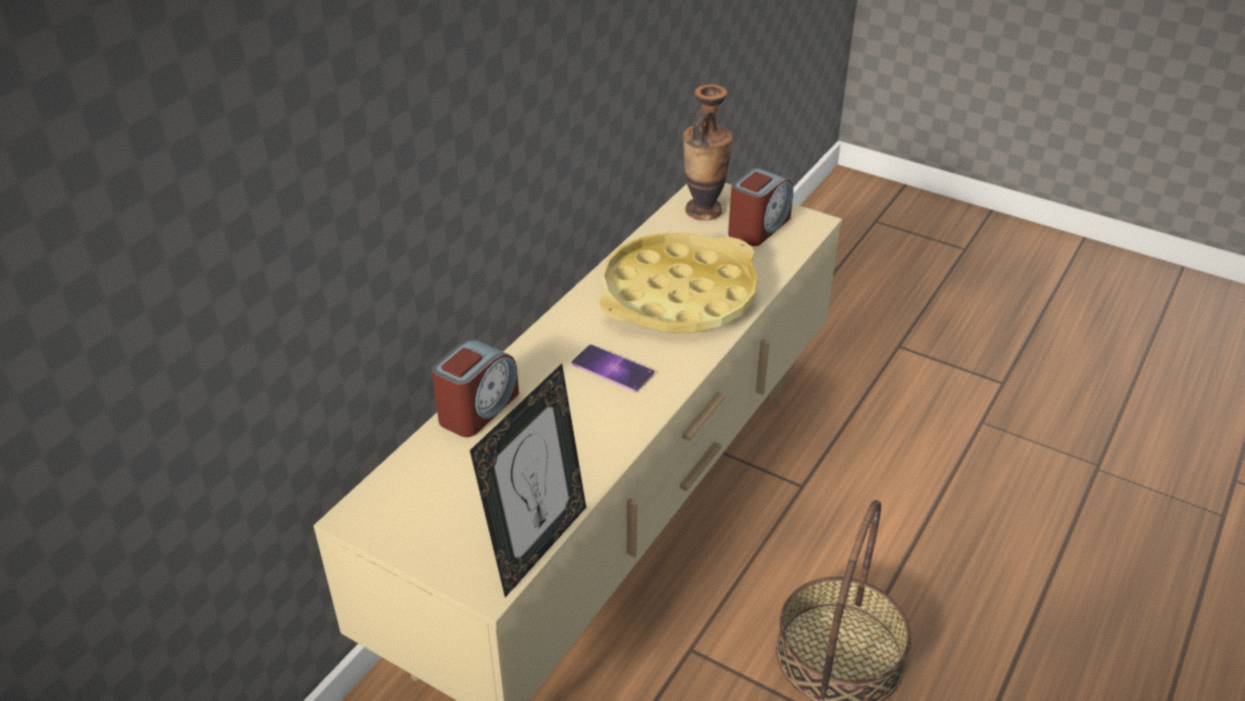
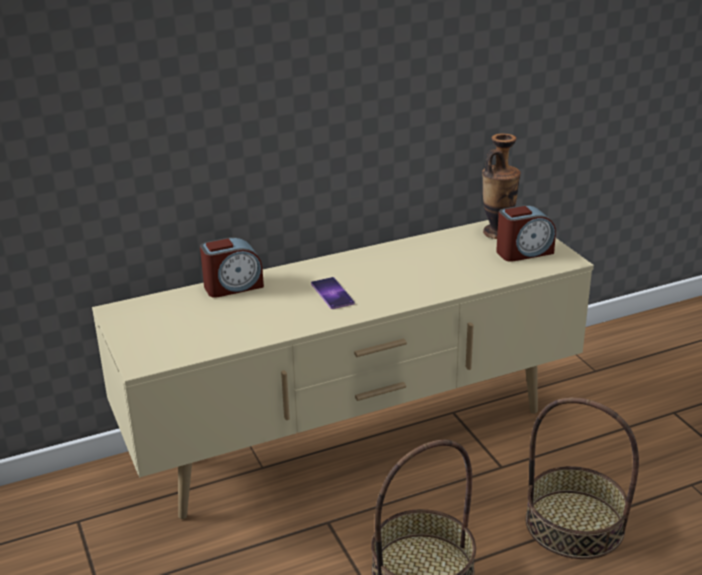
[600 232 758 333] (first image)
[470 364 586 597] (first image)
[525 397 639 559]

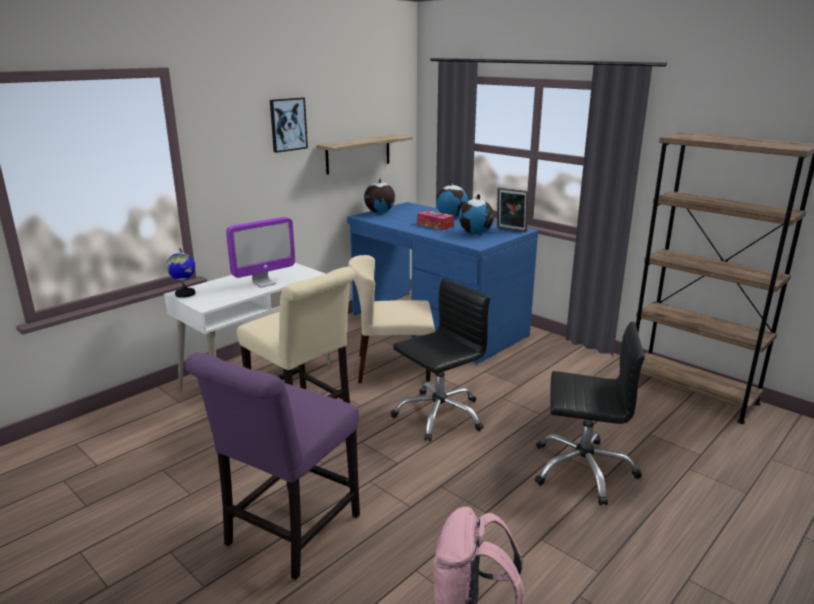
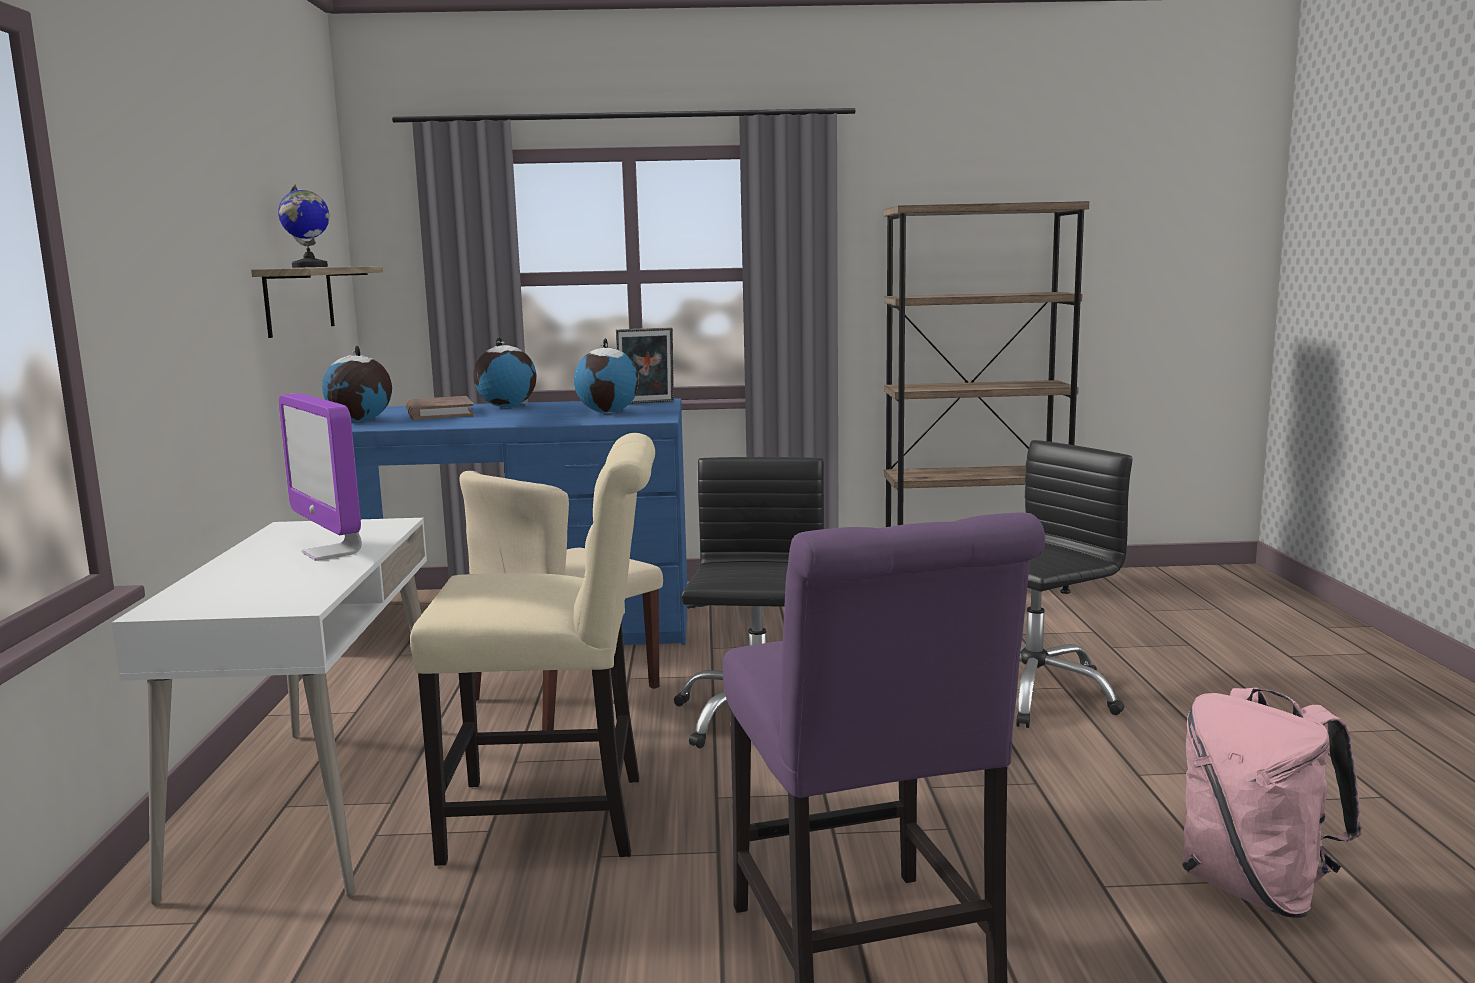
[270 97 308 153] (first image)
[417 210 454 230] (first image)
[279 393 362 561]
[278 184 329 268]
[406 396 474 420]

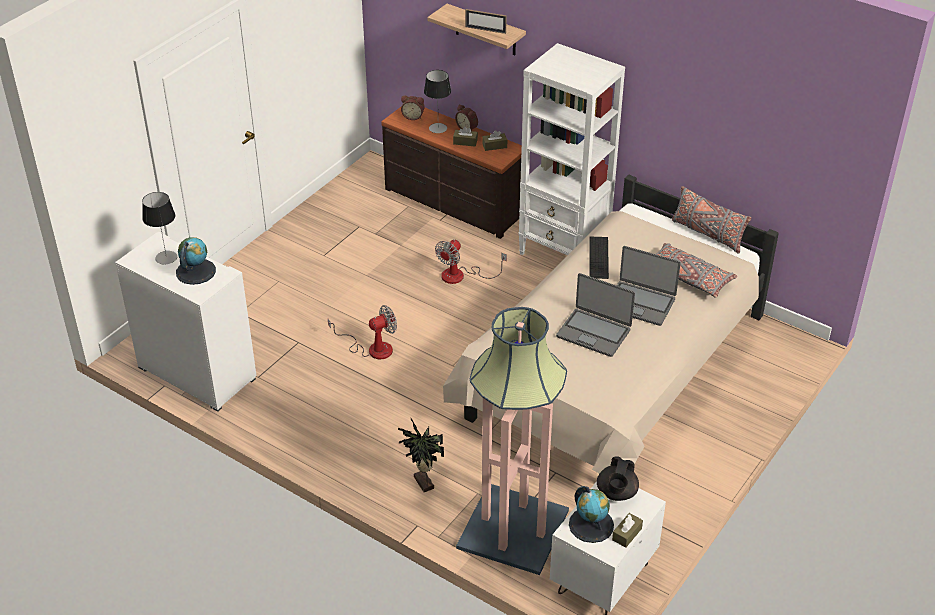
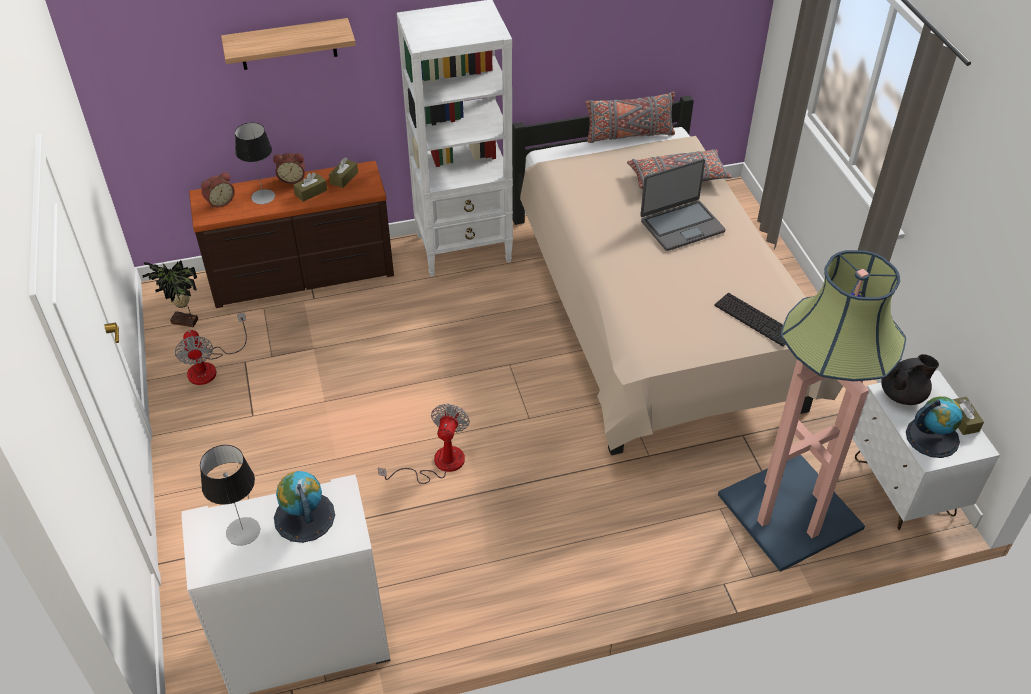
[465 9 507 34] (first image)
[714 293 786 346]
[175 313 247 385]
[556 273 635 357] (first image)
[142 260 198 327]
[881 354 939 405]

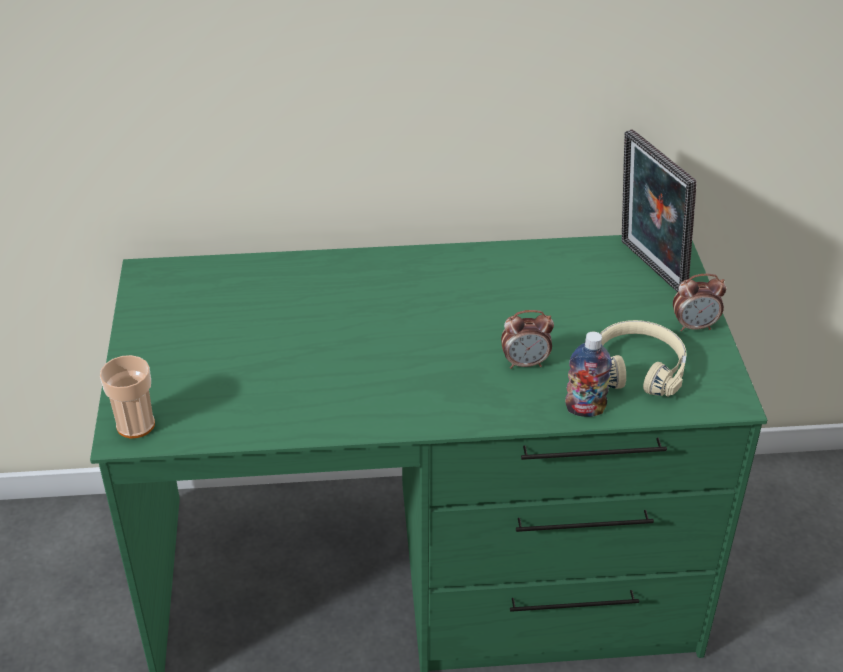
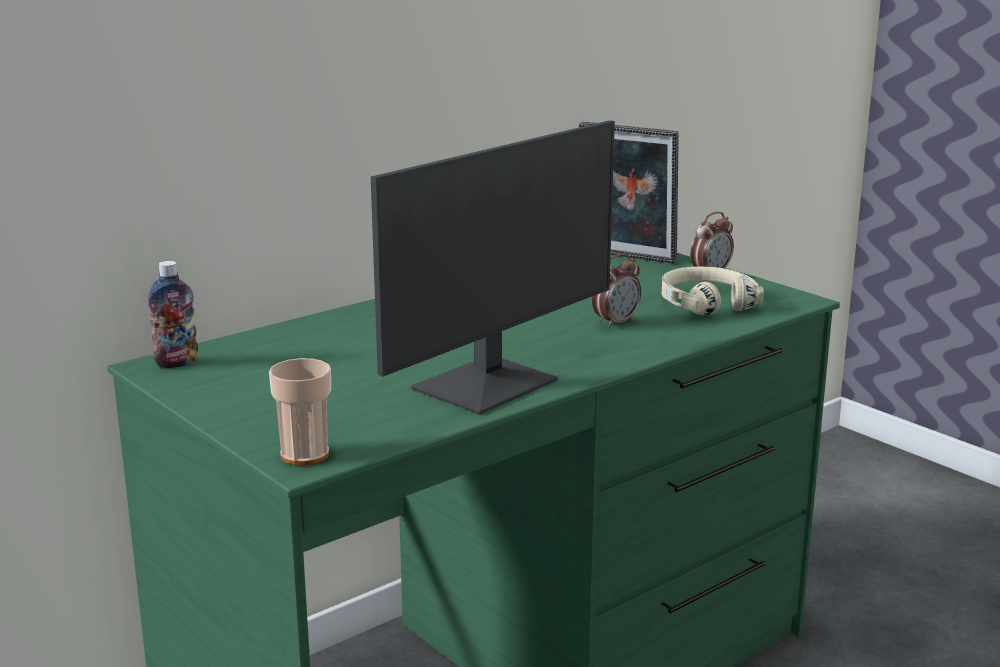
[148 261 198 368]
[371 120 615 415]

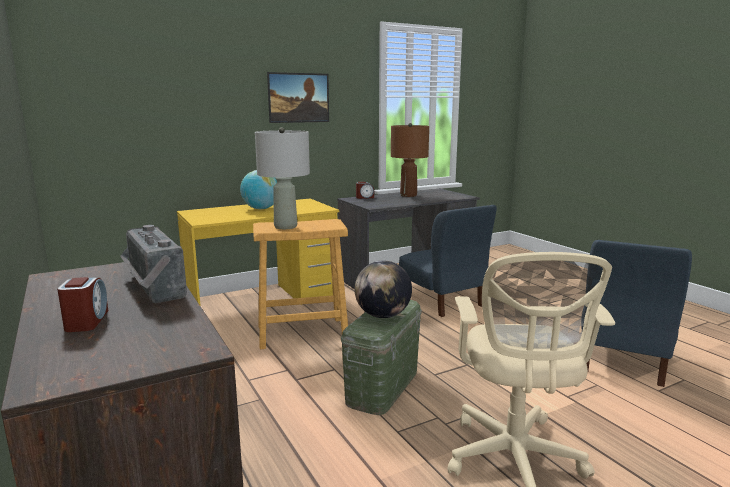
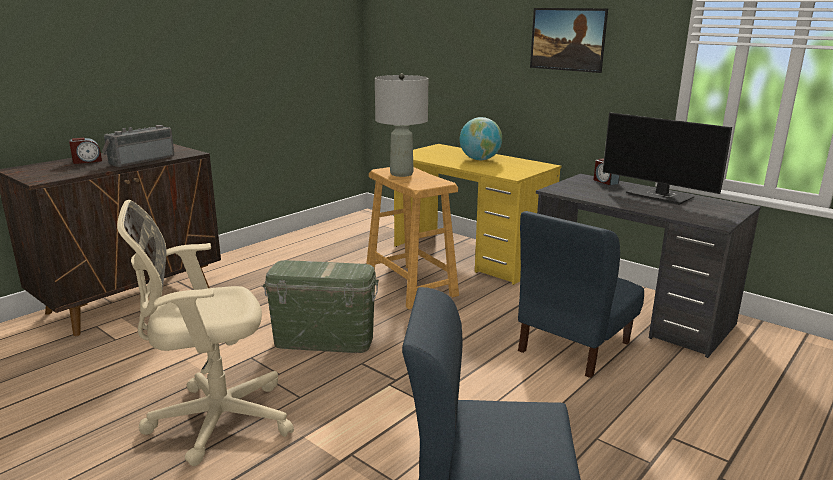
[603 112 732 205]
[355 261 412 318] (first image)

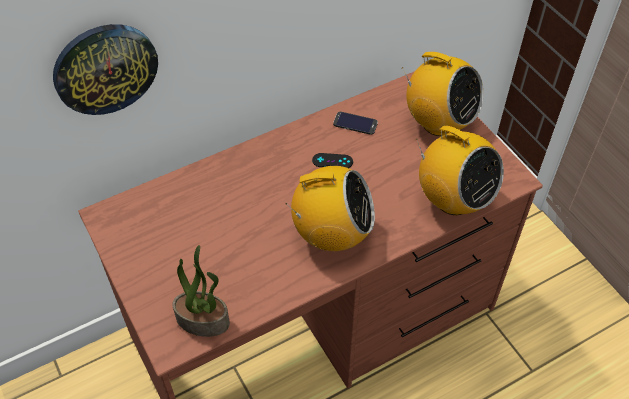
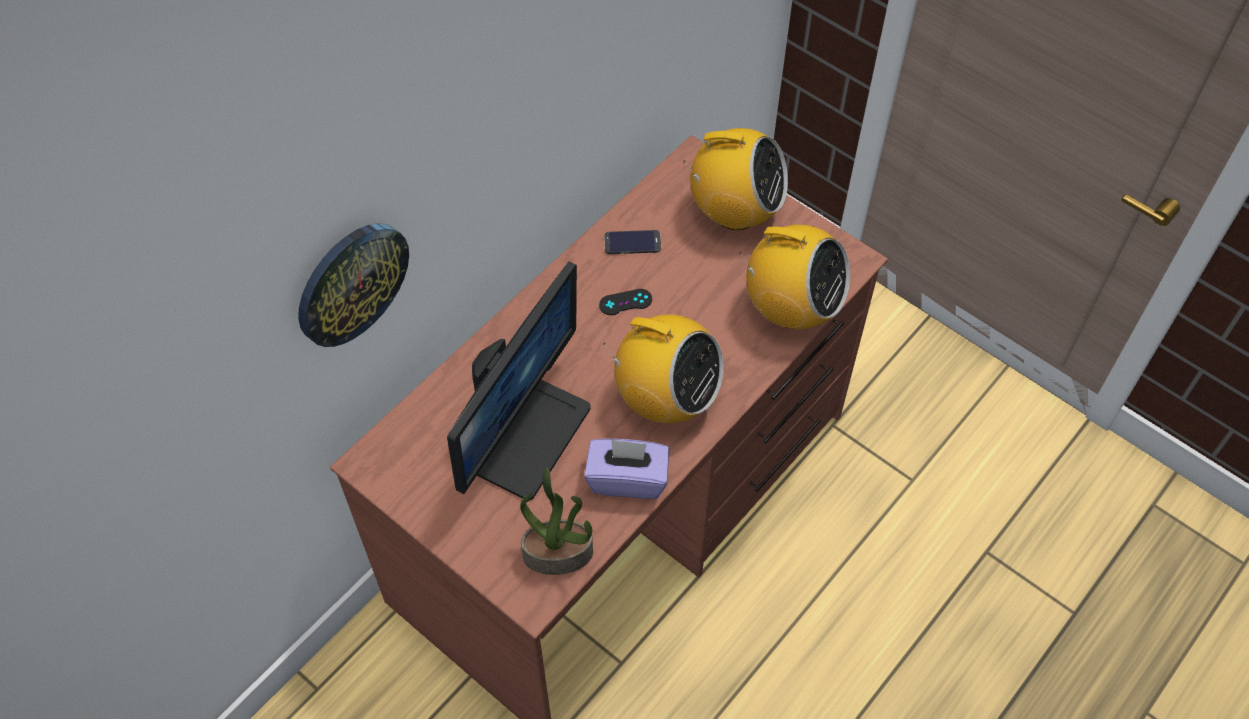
[603 314 724 423]
[447 262 591 500]
[584 439 670 499]

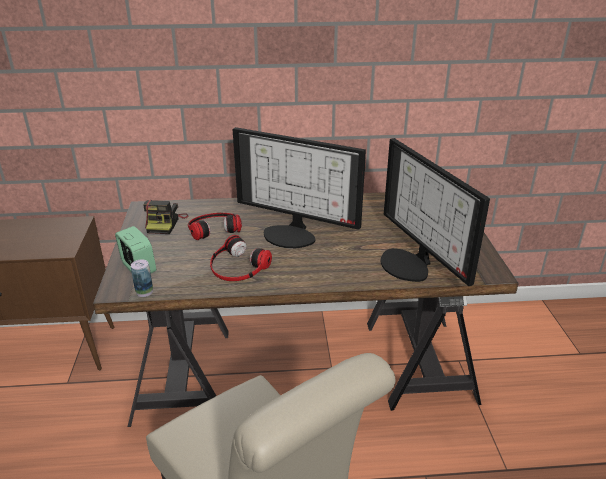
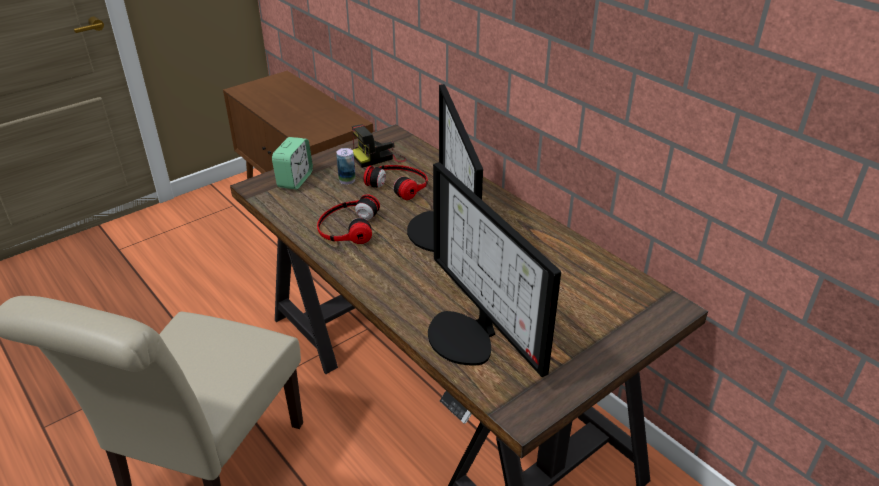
[428 162 561 377]
[336 148 356 184]

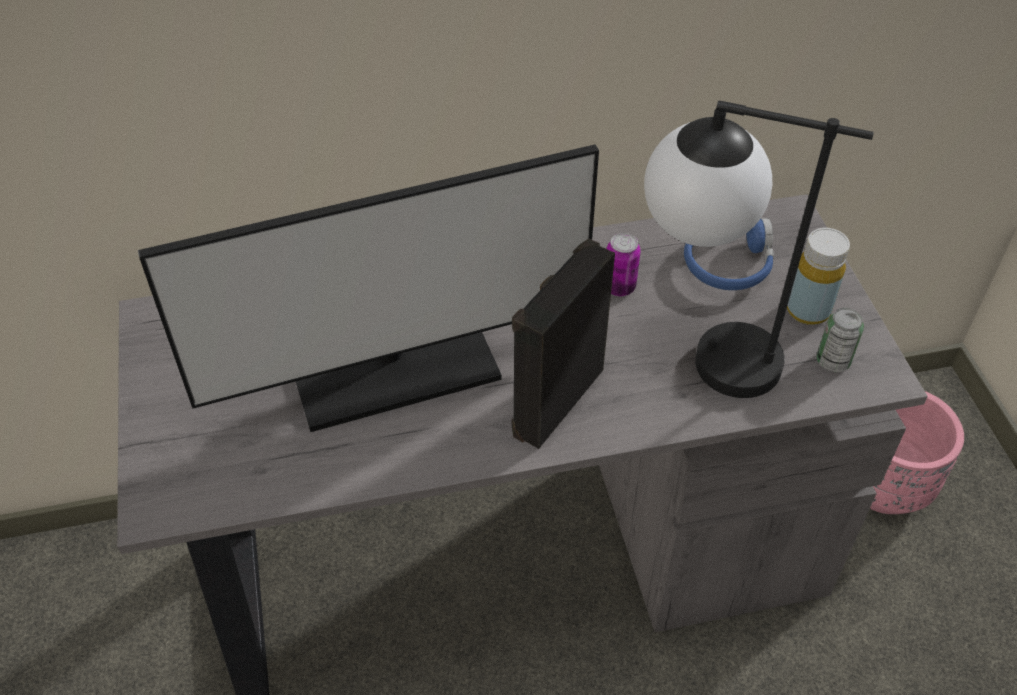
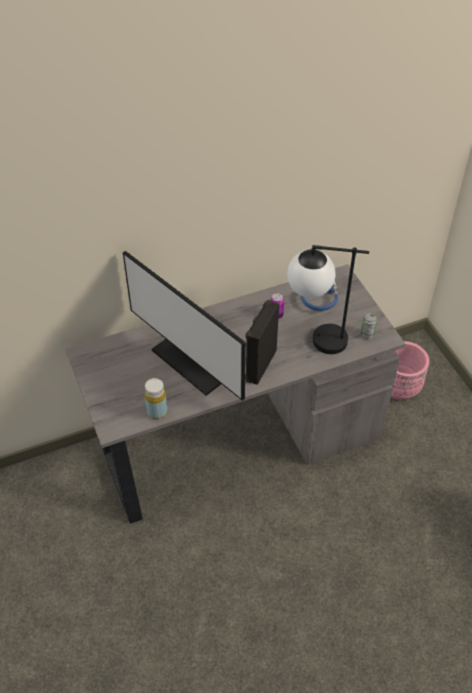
[123 251 246 401]
[145 378 167 419]

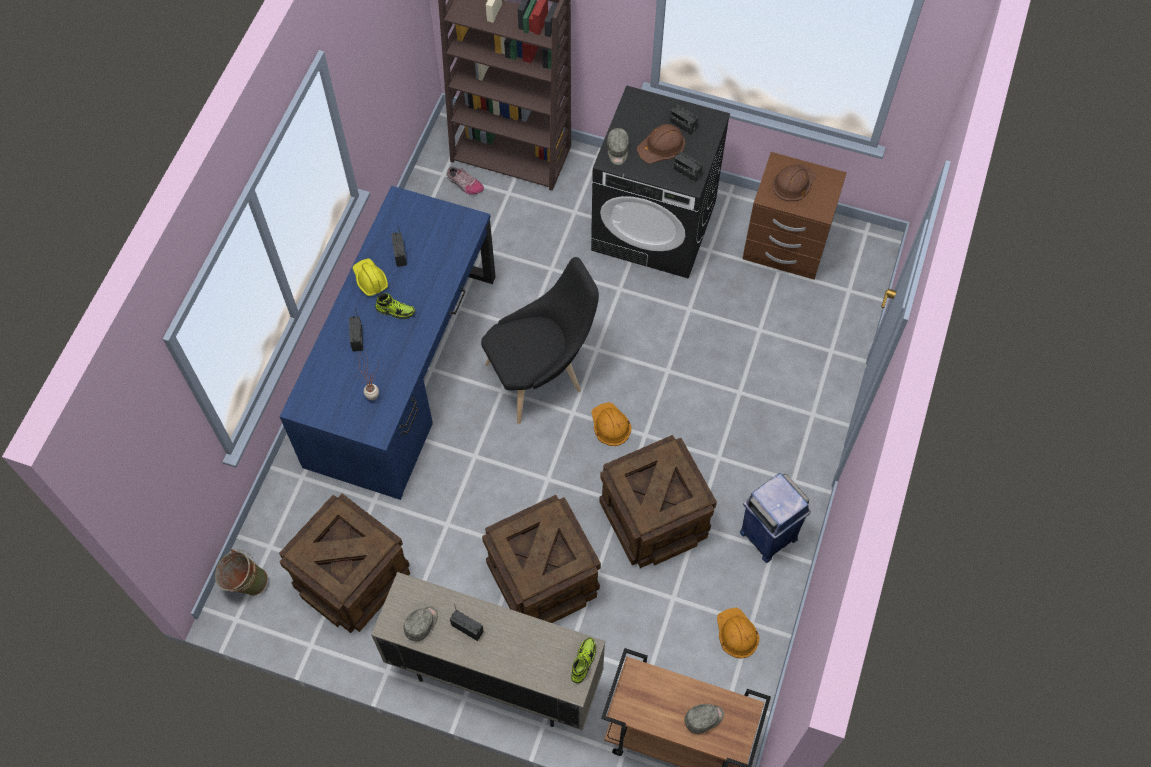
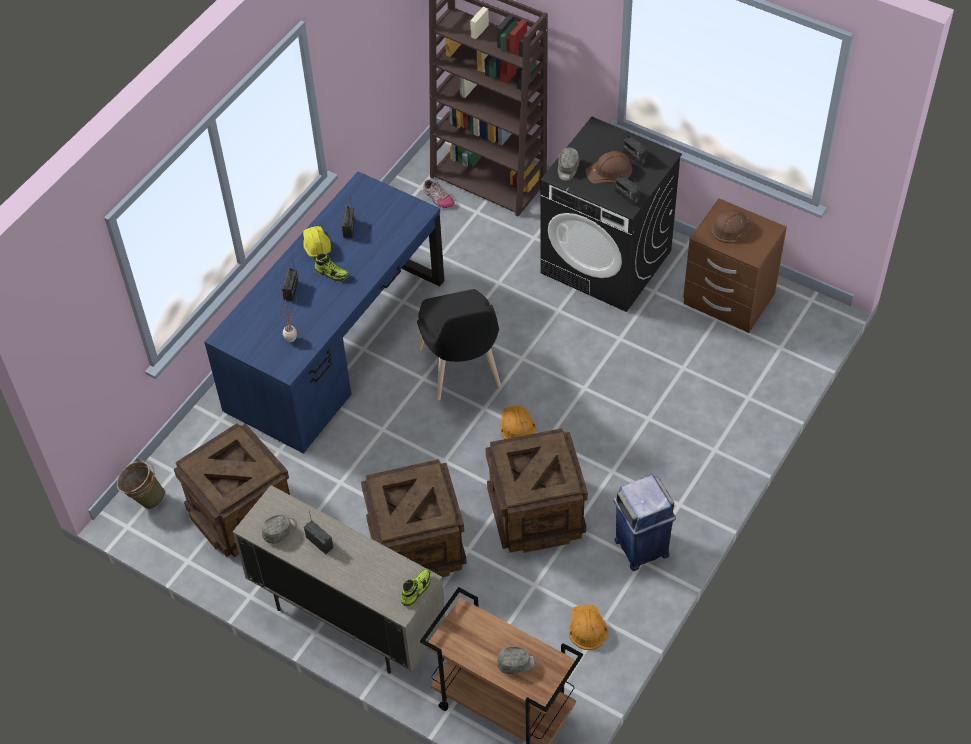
[417 289 501 400]

